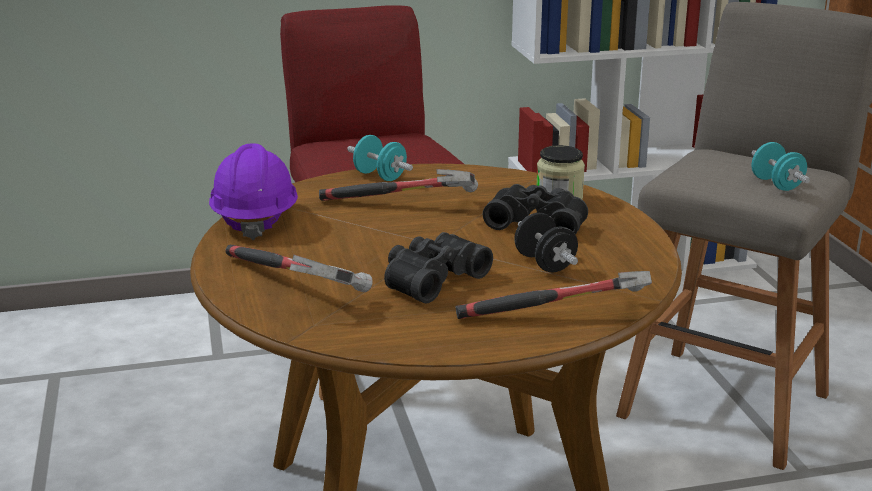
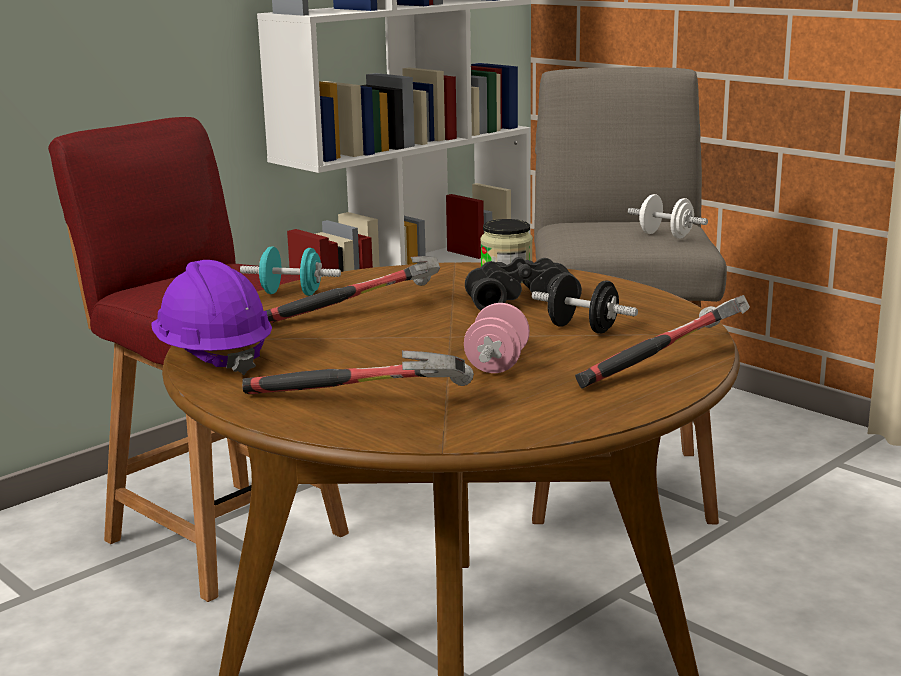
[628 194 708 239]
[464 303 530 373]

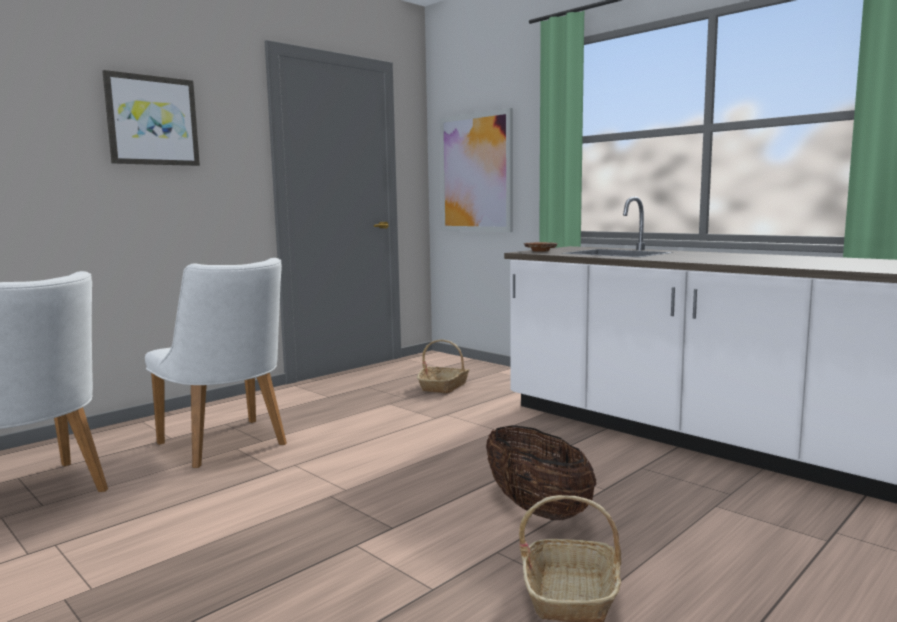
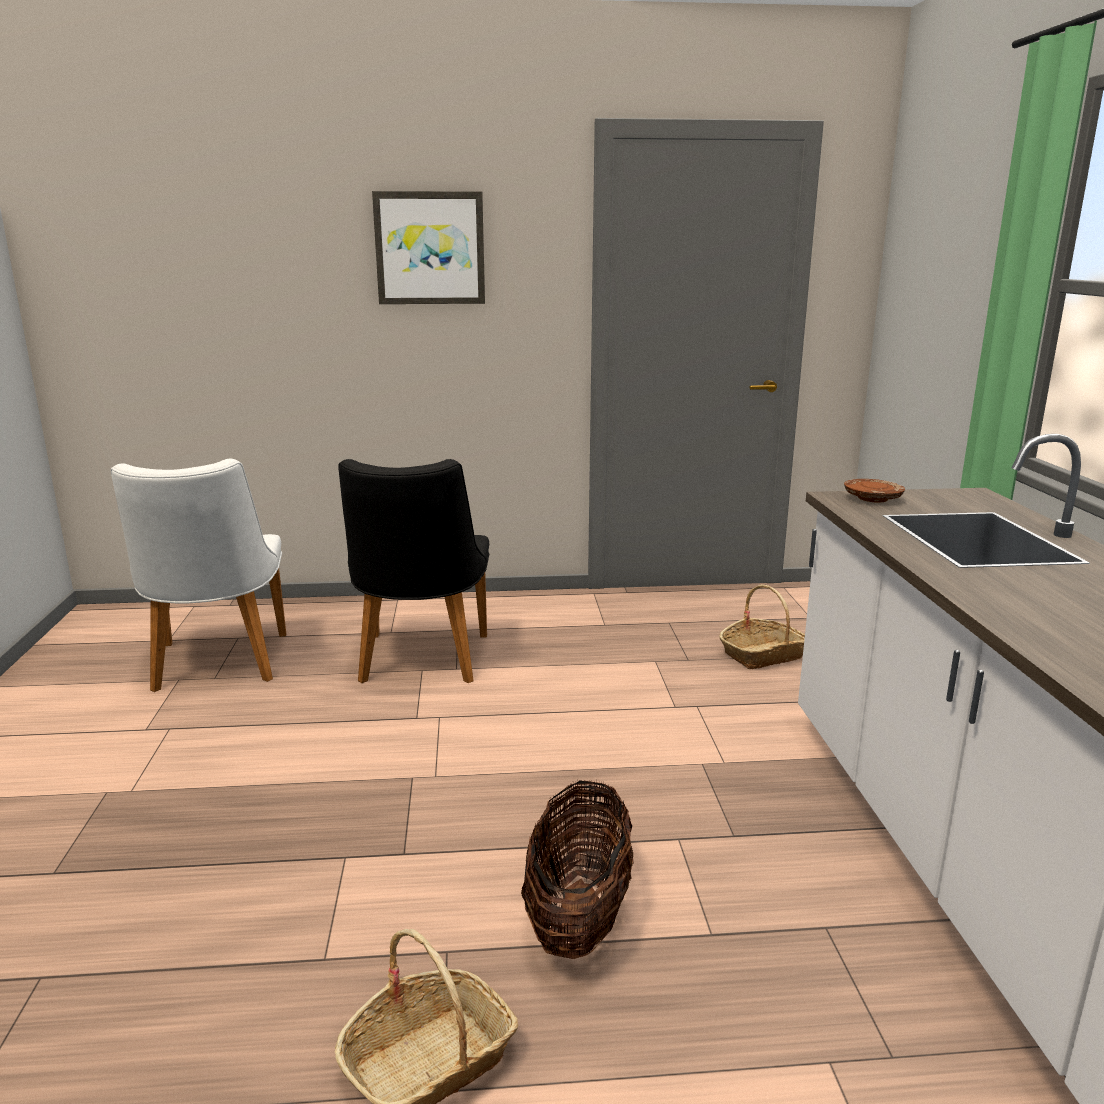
[440 108 513 232] (first image)
[338 459 490 683]

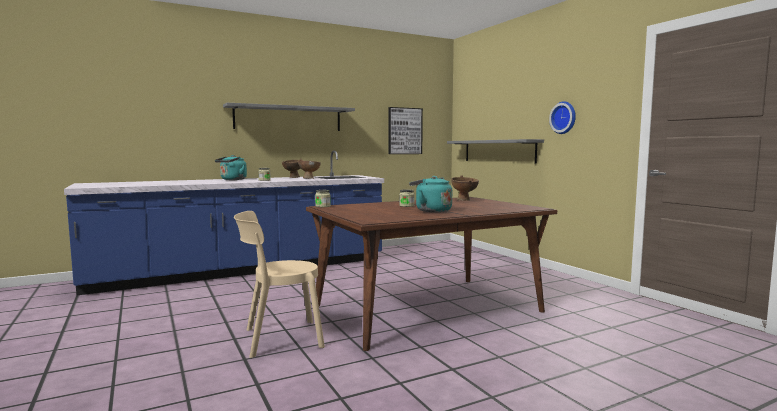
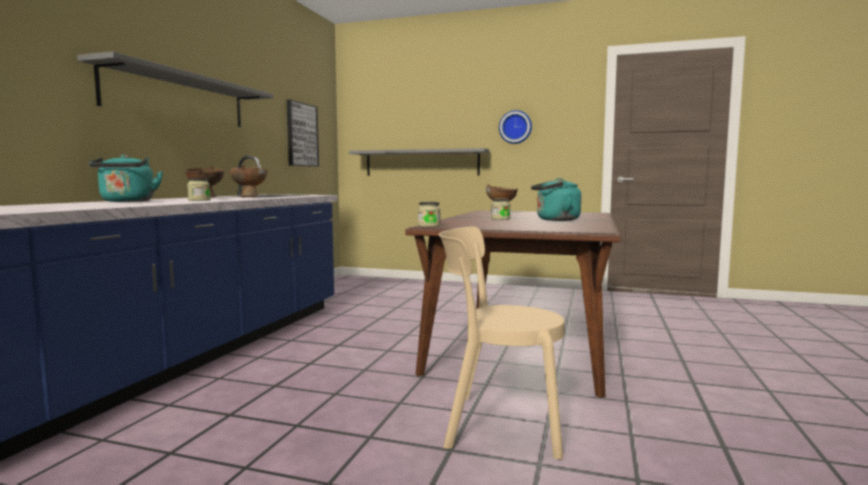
[439 227 564 460]

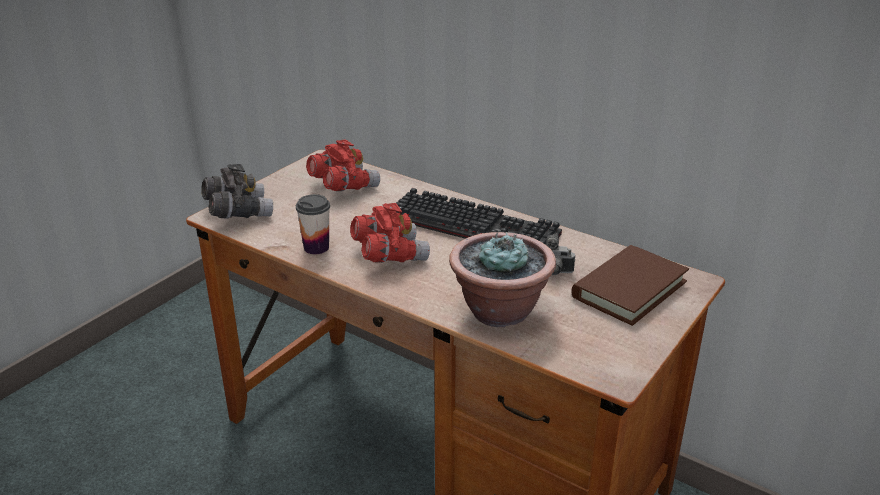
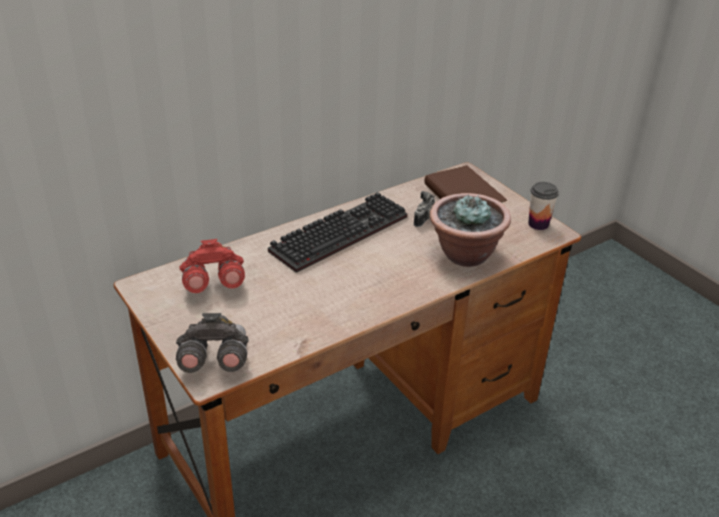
[528 182 559 230]
[350 203 430 263] (first image)

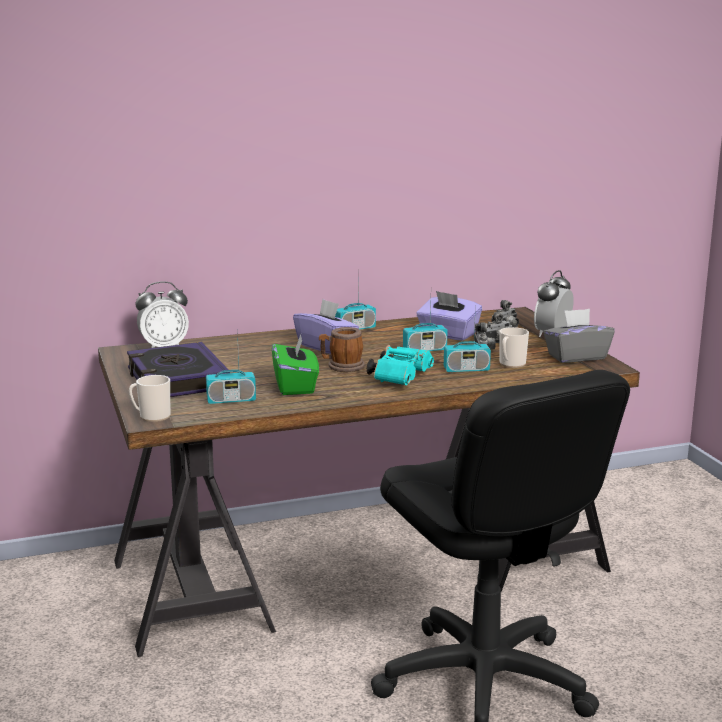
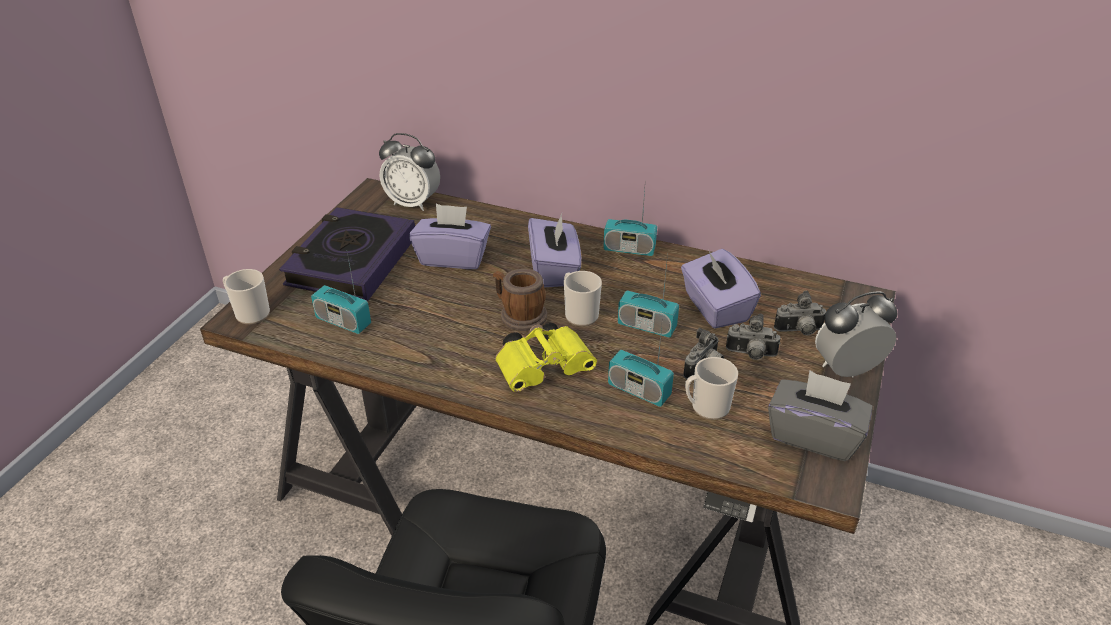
[272 335 319 395] (first image)
[495 323 597 392]
[409 204 491 269]
[564 271 602 326]

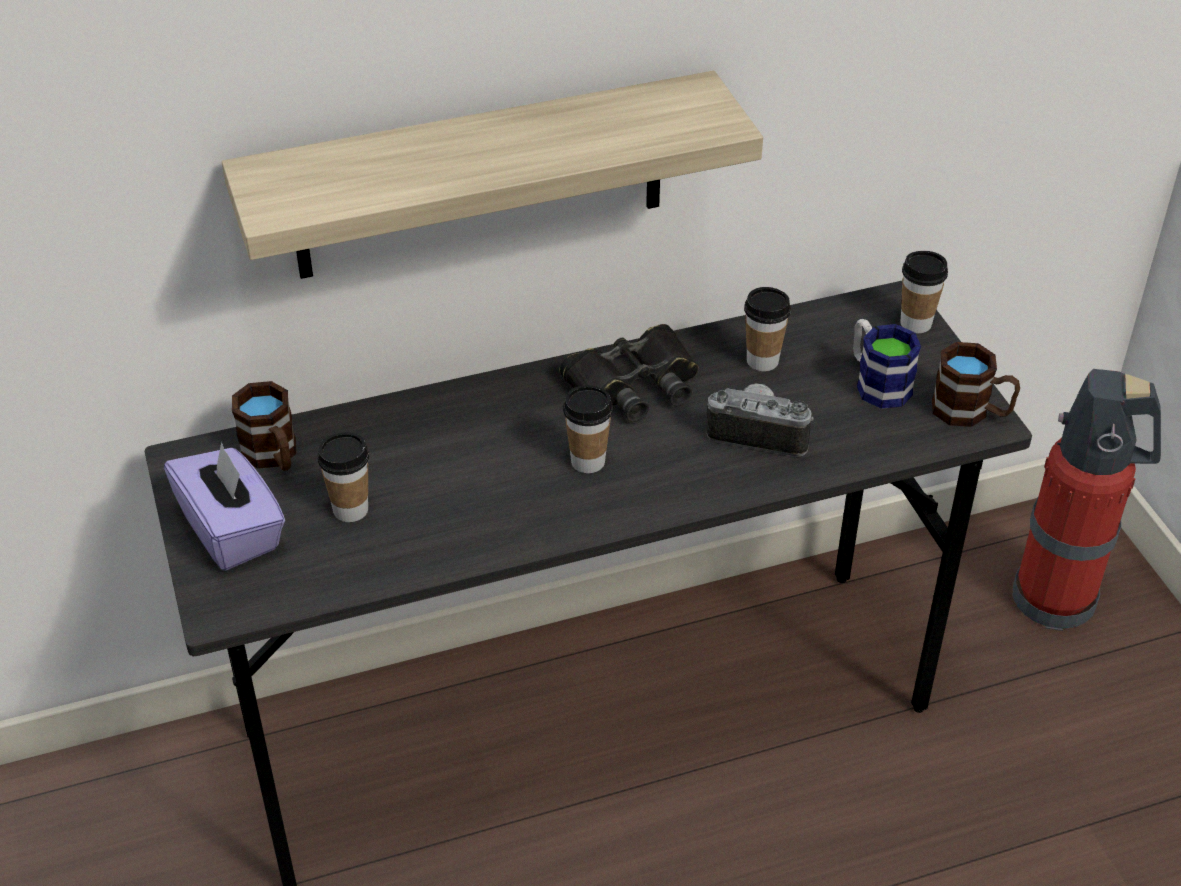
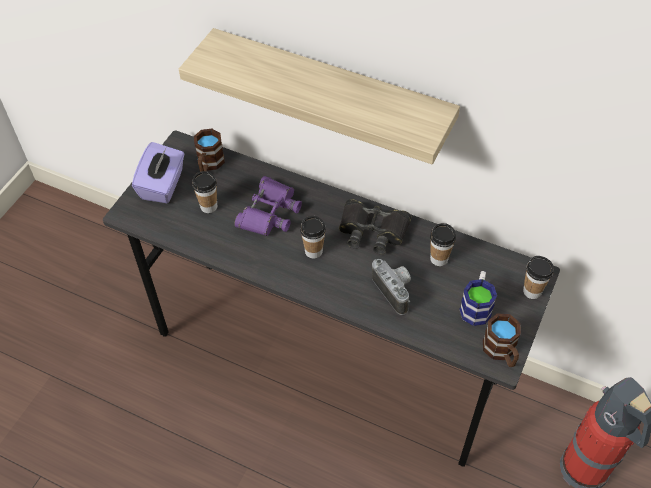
[235 176 302 236]

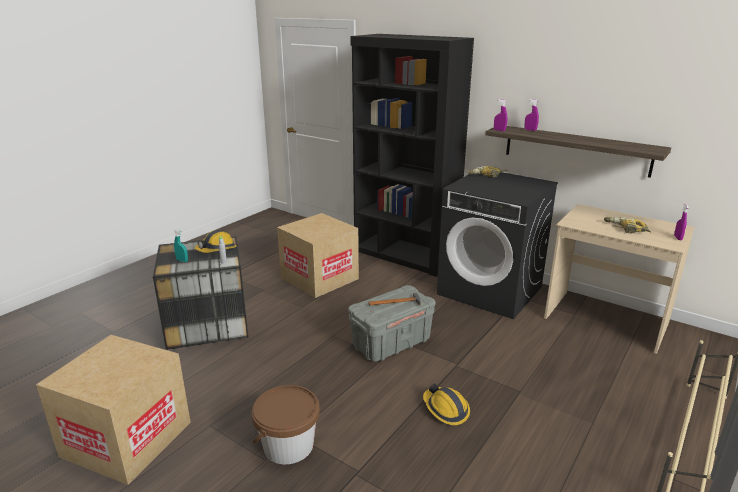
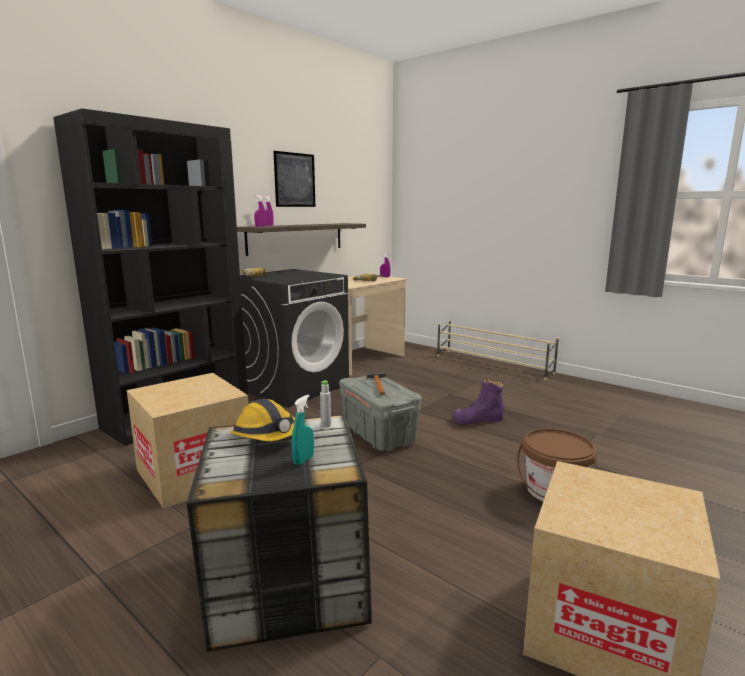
[453 378 505 424]
[273 151 315 207]

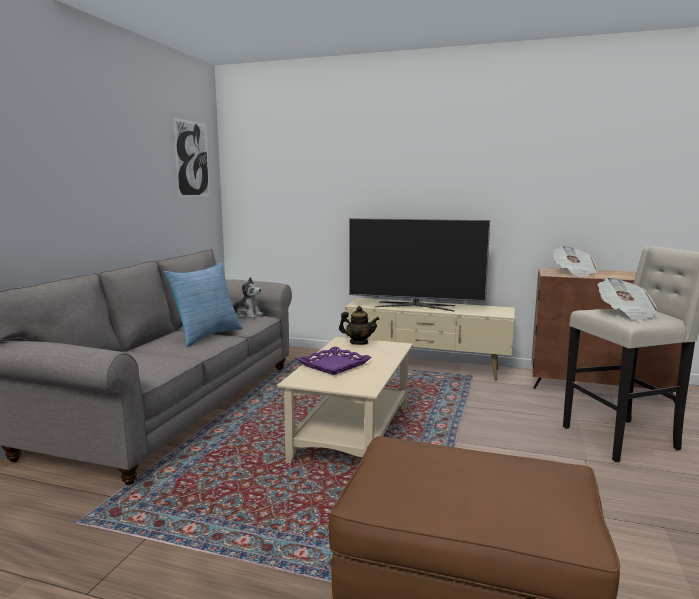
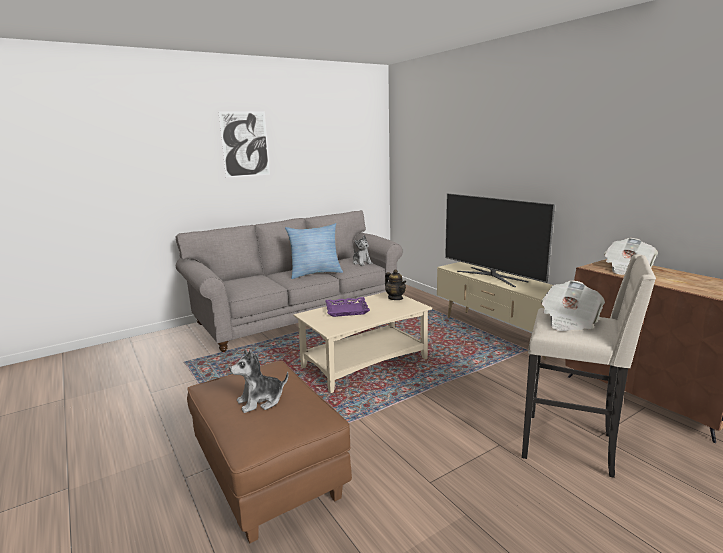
[218 111 270 178]
[229 349 288 413]

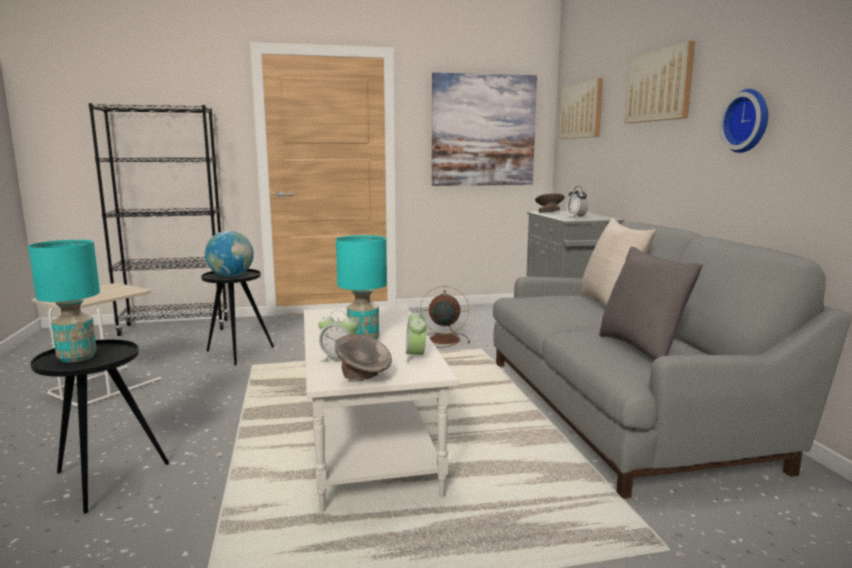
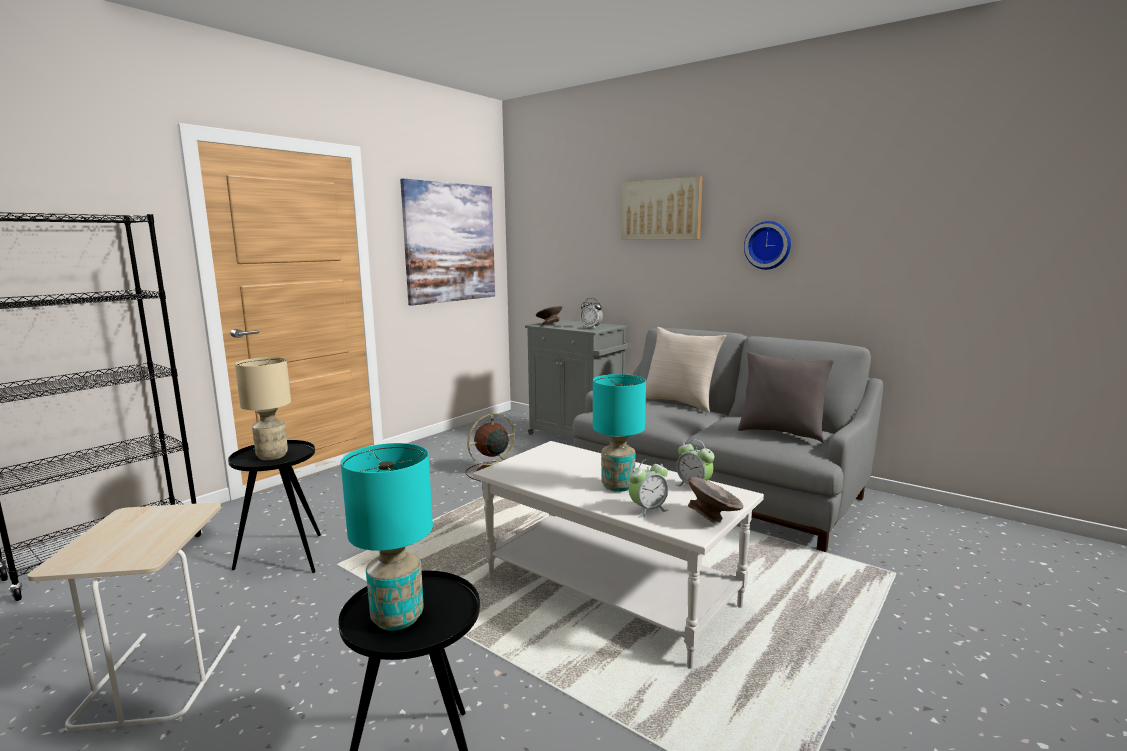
[559 78 603 139] (first image)
[235 357 291 460]

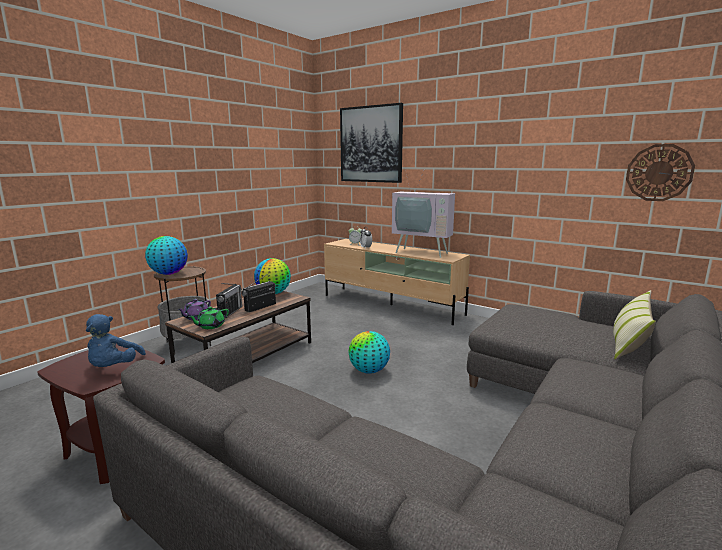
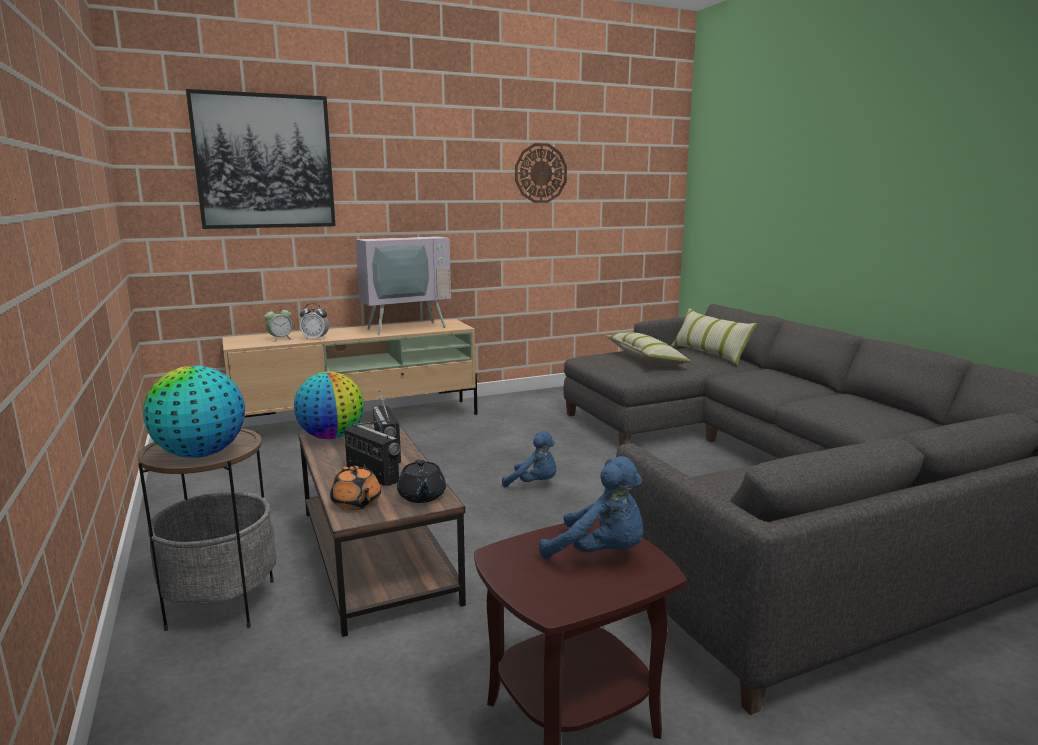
[515 143 567 203]
[330 466 381 510]
[397 460 446 503]
[502 431 556 487]
[606 333 691 365]

